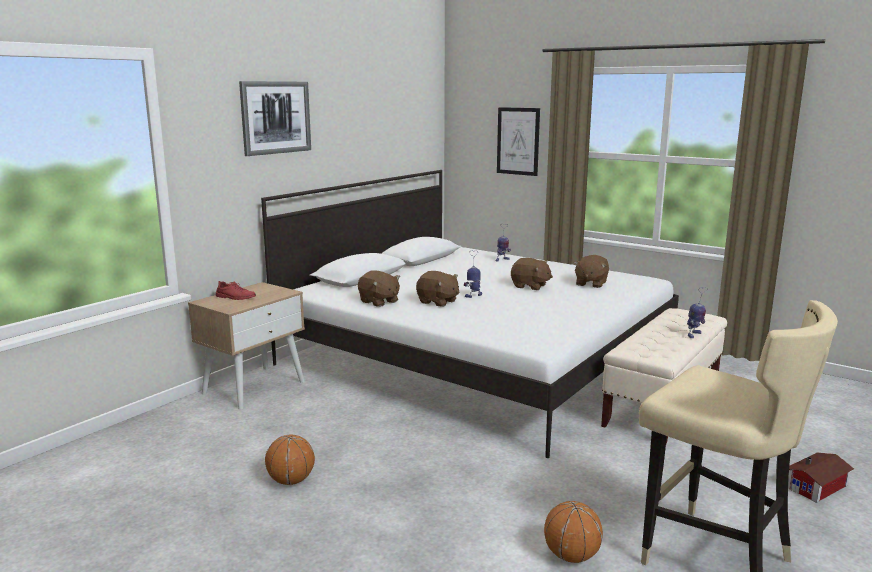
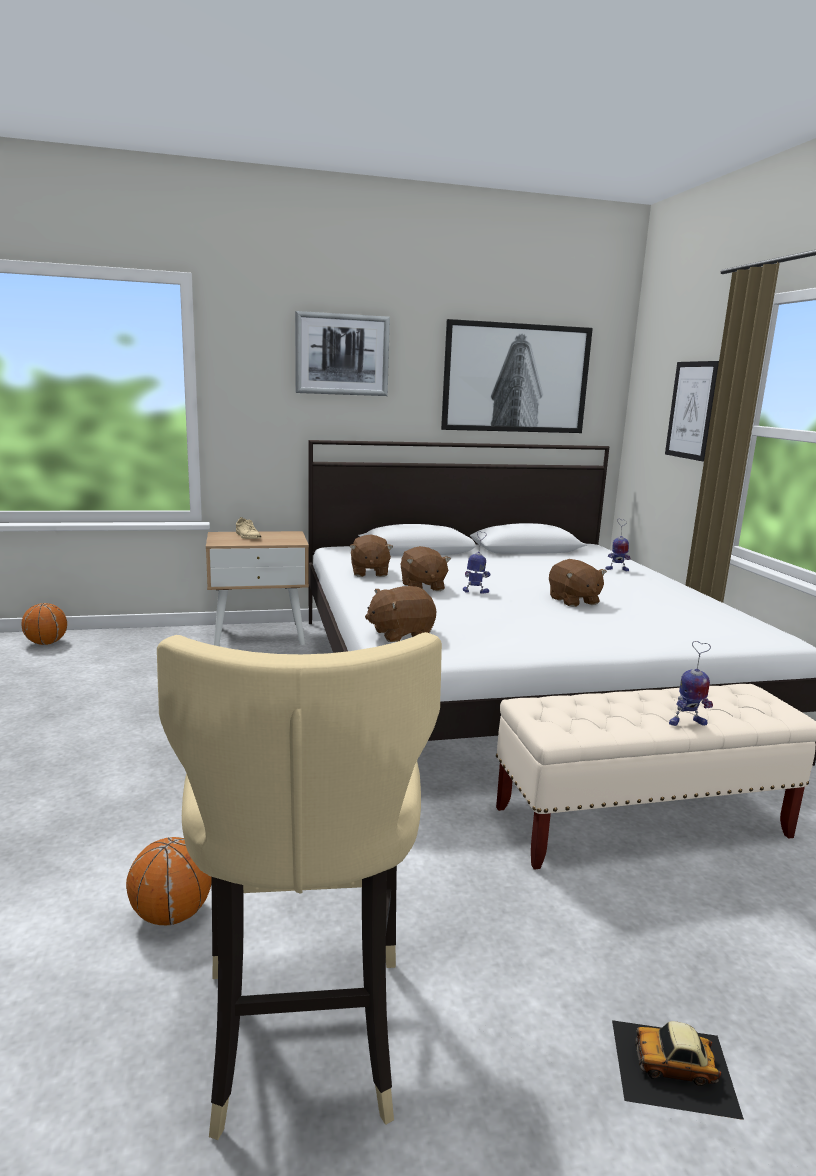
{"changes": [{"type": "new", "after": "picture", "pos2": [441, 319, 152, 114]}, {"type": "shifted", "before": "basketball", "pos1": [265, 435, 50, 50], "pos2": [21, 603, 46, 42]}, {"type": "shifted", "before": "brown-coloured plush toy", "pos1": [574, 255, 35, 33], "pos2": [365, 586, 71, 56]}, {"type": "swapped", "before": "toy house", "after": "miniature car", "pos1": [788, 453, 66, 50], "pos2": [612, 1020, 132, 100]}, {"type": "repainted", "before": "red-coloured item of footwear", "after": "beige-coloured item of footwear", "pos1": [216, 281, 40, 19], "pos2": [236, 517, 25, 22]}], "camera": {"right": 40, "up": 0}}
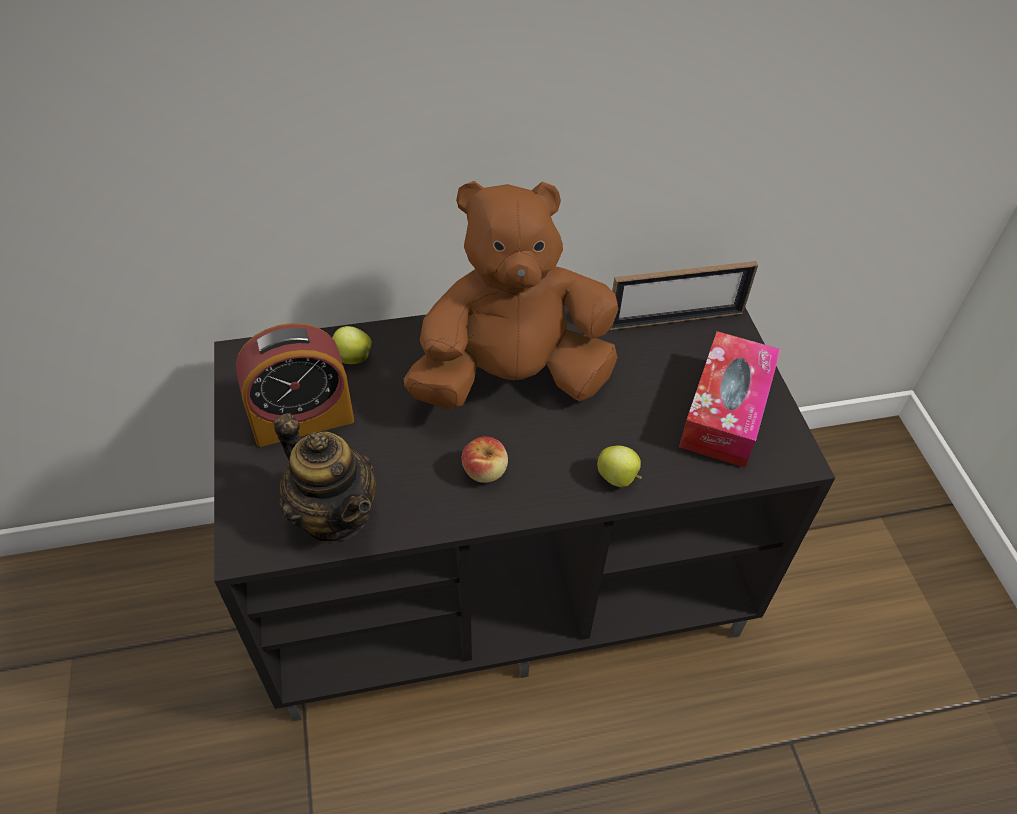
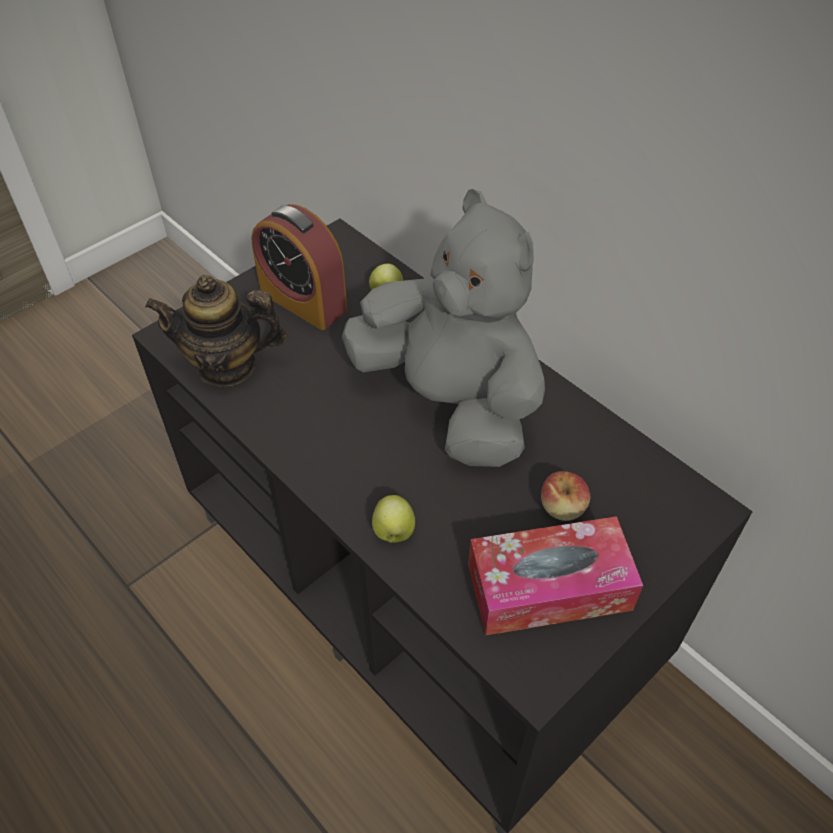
{"changes": [{"type": "gone", "before": "picture frame", "pos1": [609, 261, 149, 69]}, {"type": "shifted", "before": "apple", "pos1": [462, 437, 46, 46], "pos2": [541, 471, 49, 50]}, {"type": "repainted", "before": "brown-coloured plush toy", "after": "grey plush toy", "pos1": [404, 181, 214, 228], "pos2": [342, 189, 203, 278]}, {"type": "rotated", "before": "tea pot", "pos1": [274, 413, 101, 129], "pos2": [145, 275, 142, 111], "turn": 75}], "camera": {"right": 60, "up": 0}}
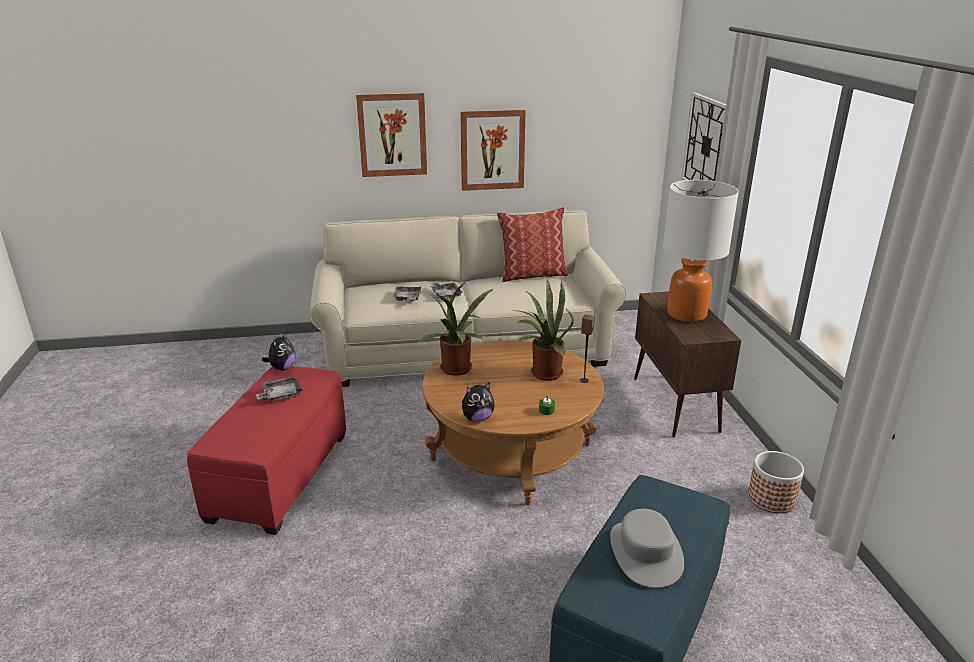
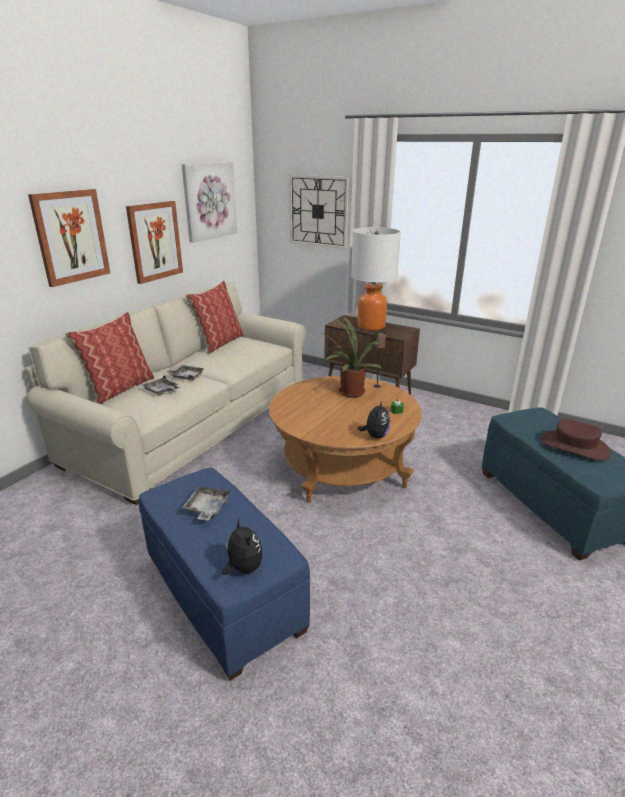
{"changes": [{"type": "gone", "before": "houseplant", "pos1": [419, 282, 74, 94]}, {"type": "gone", "before": "plant pot", "pos1": [748, 451, 56, 62]}, {"type": "new", "after": "pillow", "pos2": [65, 312, 89, 93]}, {"type": "new", "after": "picture", "pos2": [182, 162, 55, 81]}, {"type": "shifted", "before": "plush toy", "pos1": [262, 331, 33, 39], "pos2": [222, 519, 41, 56]}, {"type": "repainted", "before": "red-coloured ottoman", "after": "blue-coloured ottoman", "pos1": [187, 366, 159, 169], "pos2": [139, 467, 171, 214]}, {"type": "repainted", "before": "grey clothing hat", "after": "brown-coloured clothing hat", "pos1": [610, 509, 74, 79], "pos2": [541, 419, 70, 42]}], "camera": {"right": -50, "up": 0}}
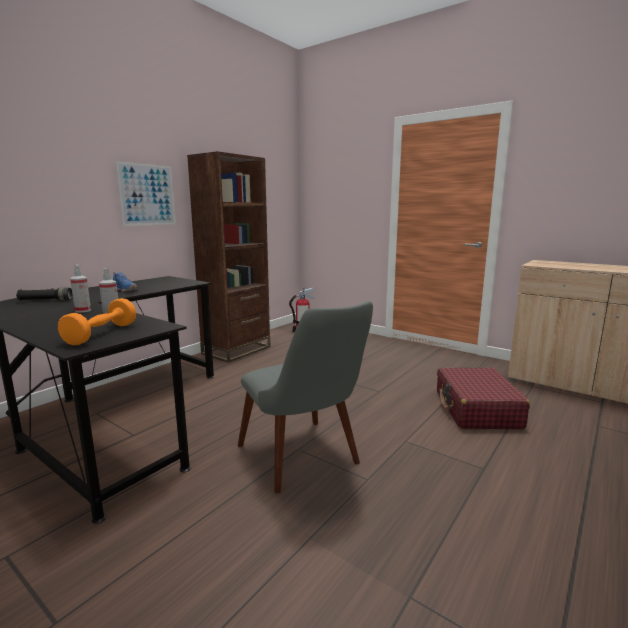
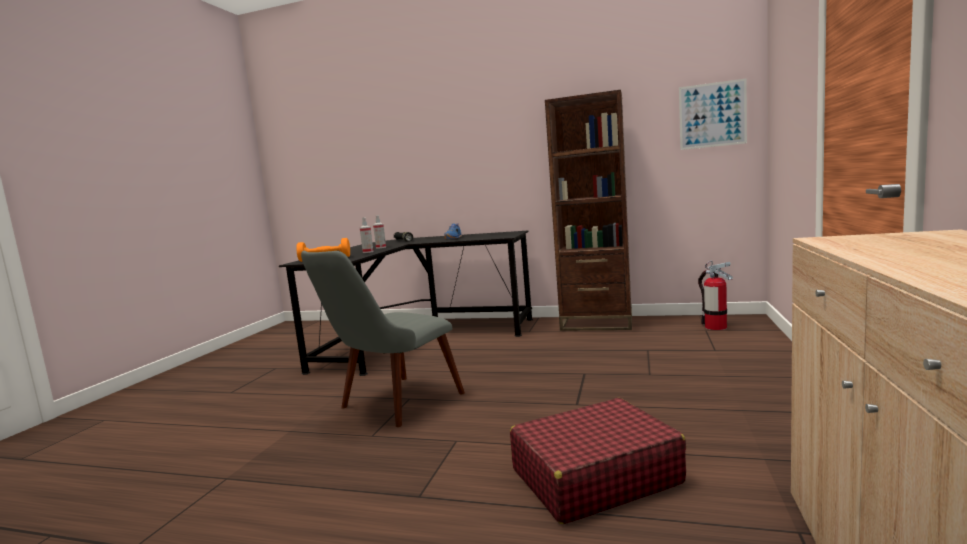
{"changes": [{"type": "shifted", "before": "picture", "pos1": [116, 161, 60, 65], "pos2": [679, 78, 68, 72]}], "camera": {"right": 70, "up": -5}}
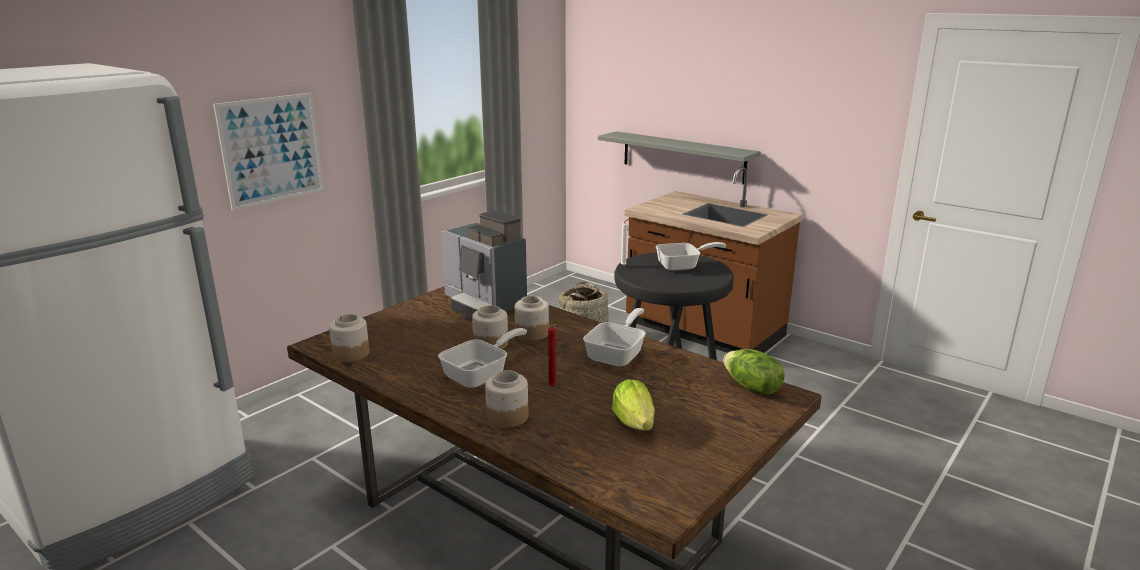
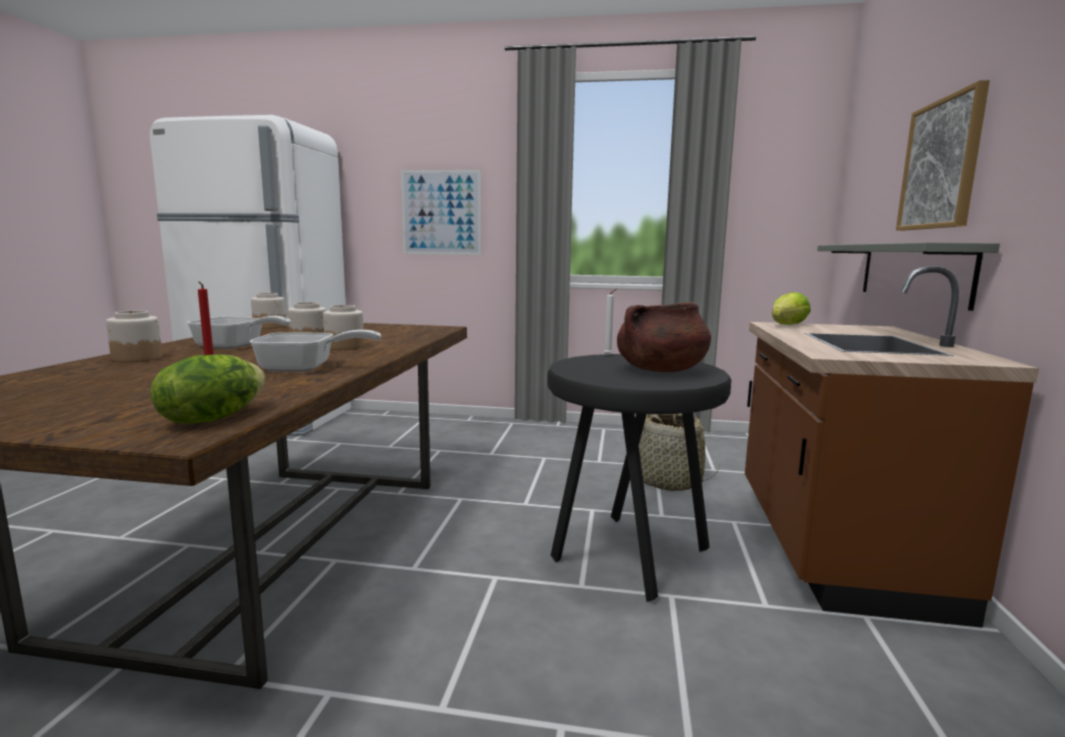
{"changes": [{"type": "gone", "before": "coffee machine", "pos1": [441, 210, 86, 109]}, {"type": "new", "after": "picture", "pos2": [896, 80, 94, 151]}, {"type": "shifted", "before": "lettuce", "pos1": [612, 380, 43, 51], "pos2": [772, 292, 39, 33]}, {"type": "swapped", "before": "frying pan", "after": "brown-coloured stockpot", "pos1": [656, 242, 70, 29], "pos2": [617, 302, 94, 70]}], "camera": {"right": 60, "up": -10}}
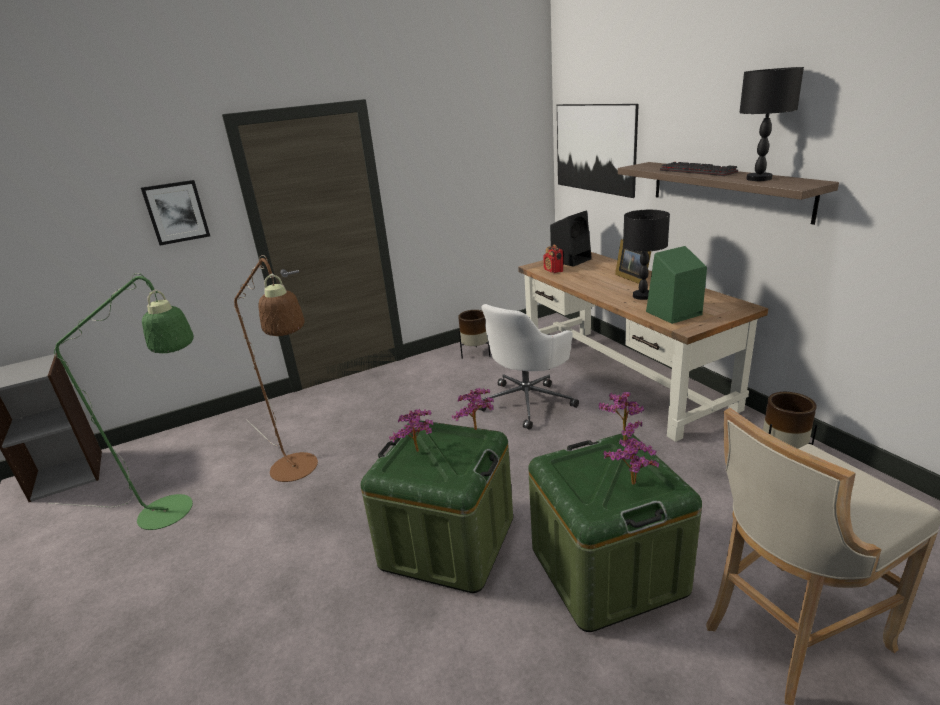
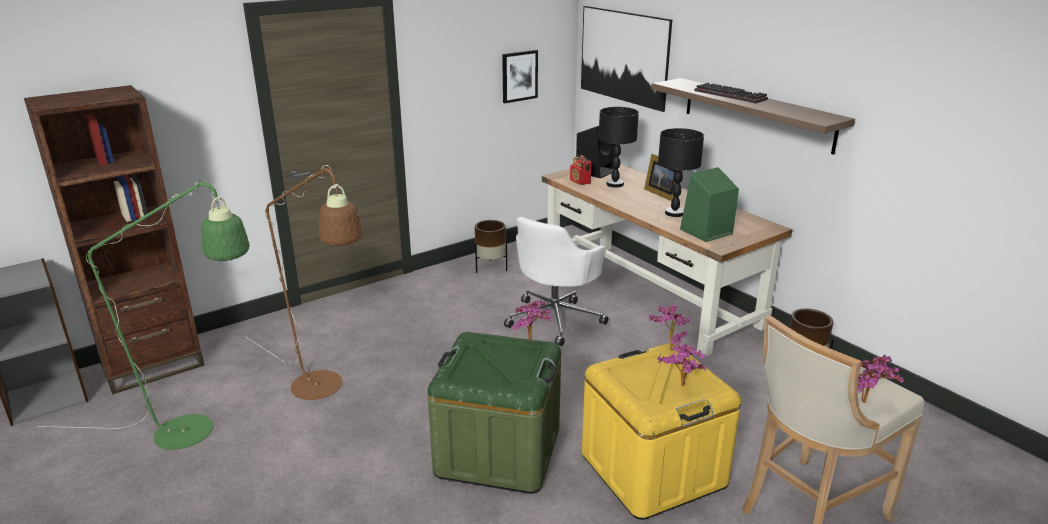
{"changes": [{"type": "new", "after": "brown-coloured bookshelf", "pos2": [24, 85, 180, 309]}, {"type": "shifted", "before": "picture", "pos1": [141, 180, 69, 65], "pos2": [502, 50, 36, 53]}, {"type": "shifted", "before": "houseplant", "pos1": [389, 409, 44, 43], "pos2": [858, 355, 46, 48]}, {"type": "shifted", "before": "black-coloured tabletop lamp", "pos1": [739, 67, 65, 114], "pos2": [599, 107, 40, 81]}, {"type": "repainted", "before": "greenish storage box", "after": "yellow-coloured storage box", "pos1": [528, 433, 174, 199], "pos2": [582, 343, 159, 177]}], "camera": {"right": -10, "up": 0}}
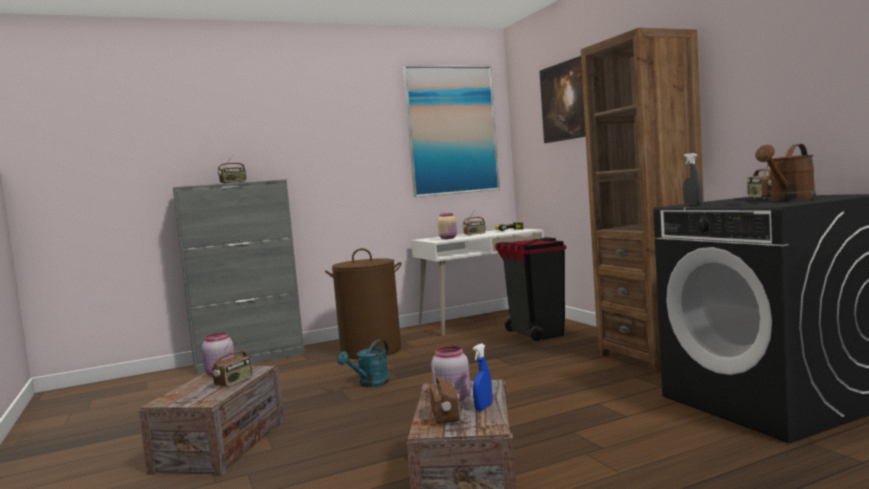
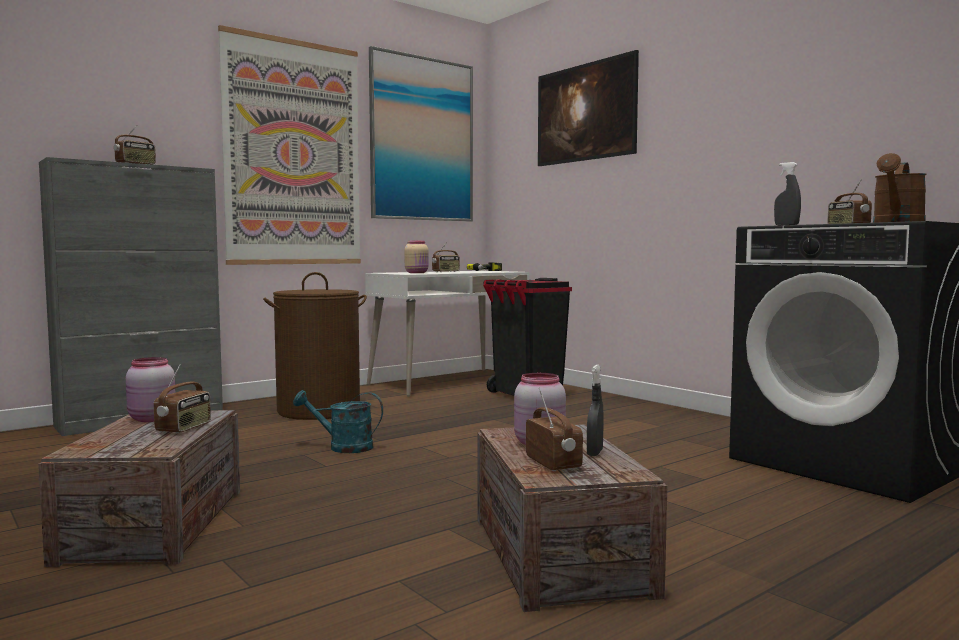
{"changes": [{"type": "gone", "before": "brown-coloured bookshelf", "pos1": [581, 28, 123, 346]}, {"type": "new", "after": "picture", "pos2": [218, 25, 143, 240]}, {"type": "repainted", "before": "blue-coloured hand sprayer", "after": "grey hand sprayer", "pos1": [473, 343, 19, 68], "pos2": [587, 365, 17, 91]}, {"type": "rotated", "before": "blue-green watering can", "pos1": [337, 339, 53, 48], "pos2": [293, 390, 90, 63], "turn": 75}], "camera": {"right": -15, "up": 0}}
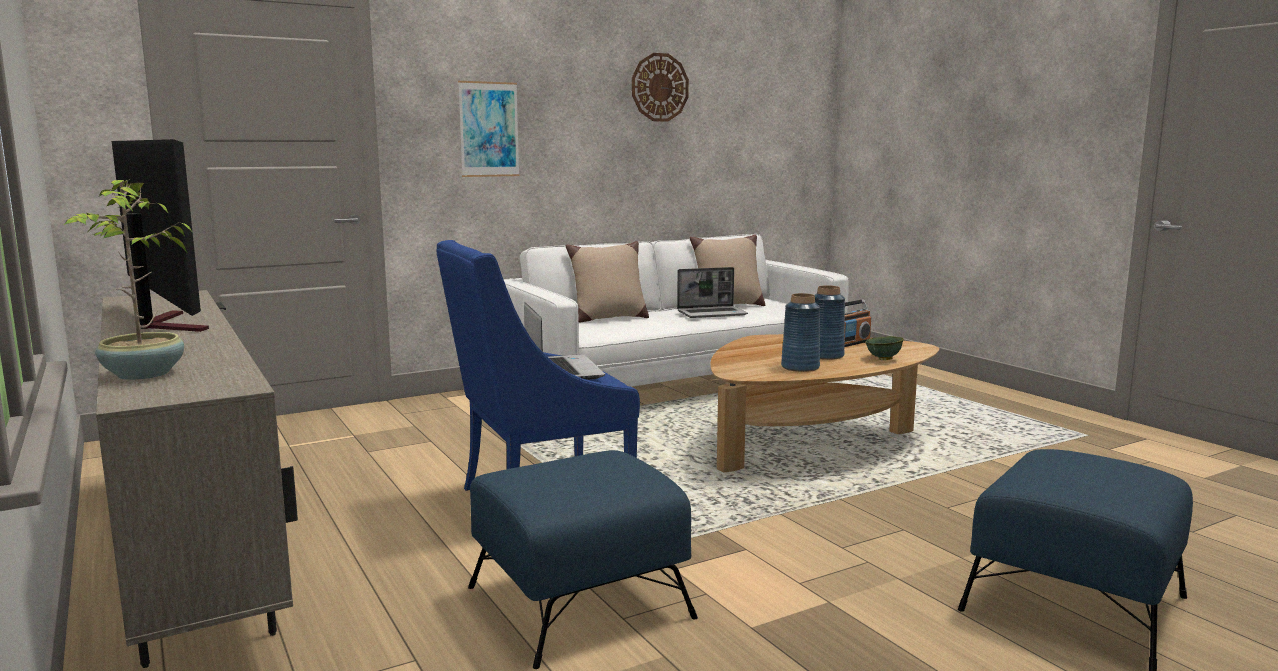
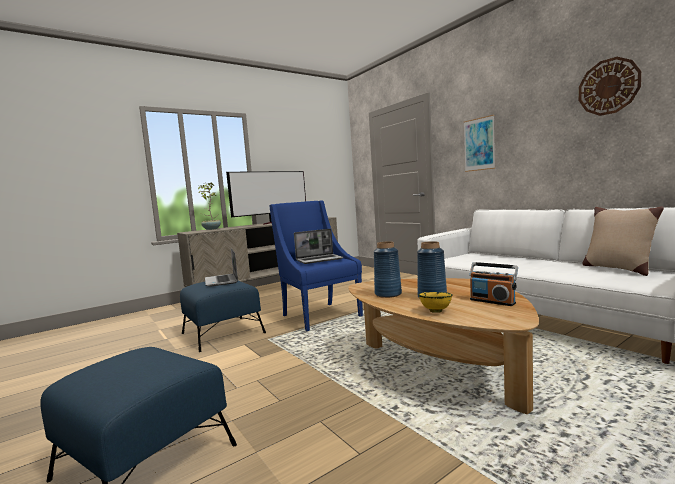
{"changes": [{"type": "gone", "before": "beige-coloured pillow", "pos1": [566, 241, 83, 81]}, {"type": "shifted", "before": "portable computer", "pos1": [677, 267, 71, 51], "pos2": [205, 248, 33, 39]}, {"type": "repainted", "before": "greenish serving bowl", "after": "yellow-coloured serving bowl", "pos1": [865, 336, 39, 24], "pos2": [418, 292, 35, 21]}], "camera": {"right": 85, "up": -5}}
